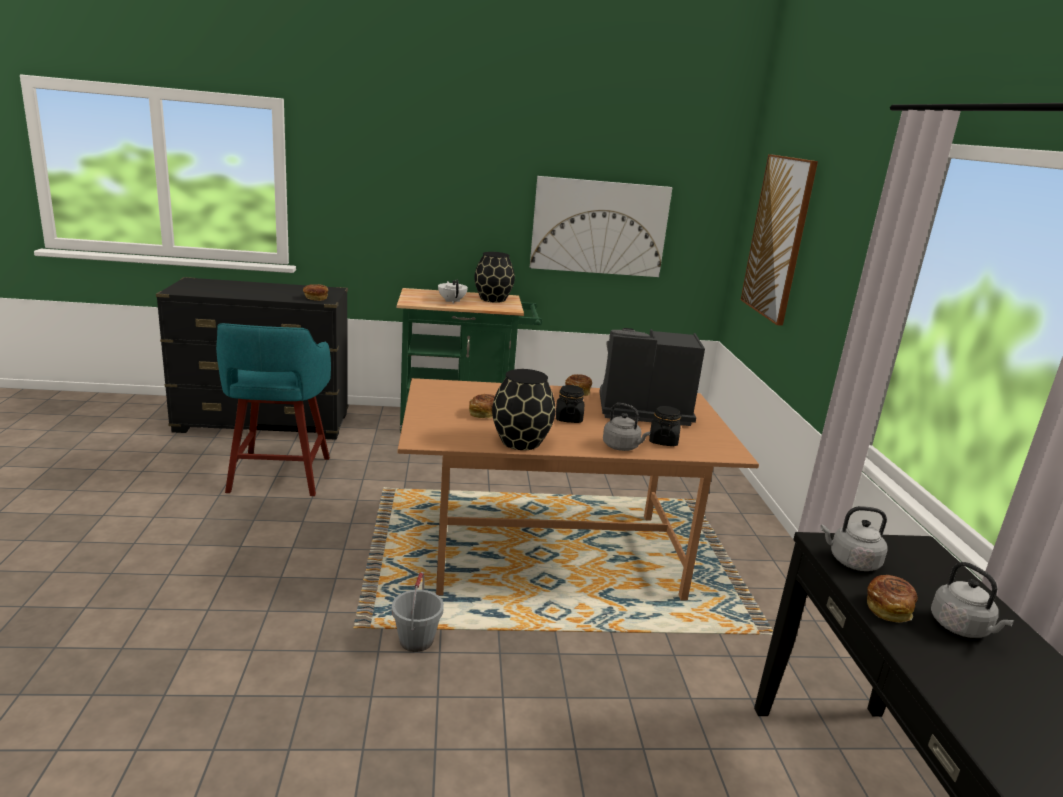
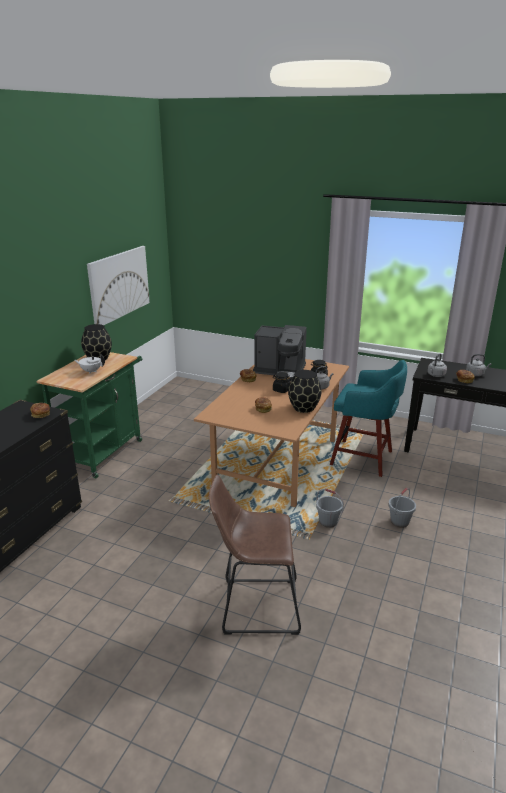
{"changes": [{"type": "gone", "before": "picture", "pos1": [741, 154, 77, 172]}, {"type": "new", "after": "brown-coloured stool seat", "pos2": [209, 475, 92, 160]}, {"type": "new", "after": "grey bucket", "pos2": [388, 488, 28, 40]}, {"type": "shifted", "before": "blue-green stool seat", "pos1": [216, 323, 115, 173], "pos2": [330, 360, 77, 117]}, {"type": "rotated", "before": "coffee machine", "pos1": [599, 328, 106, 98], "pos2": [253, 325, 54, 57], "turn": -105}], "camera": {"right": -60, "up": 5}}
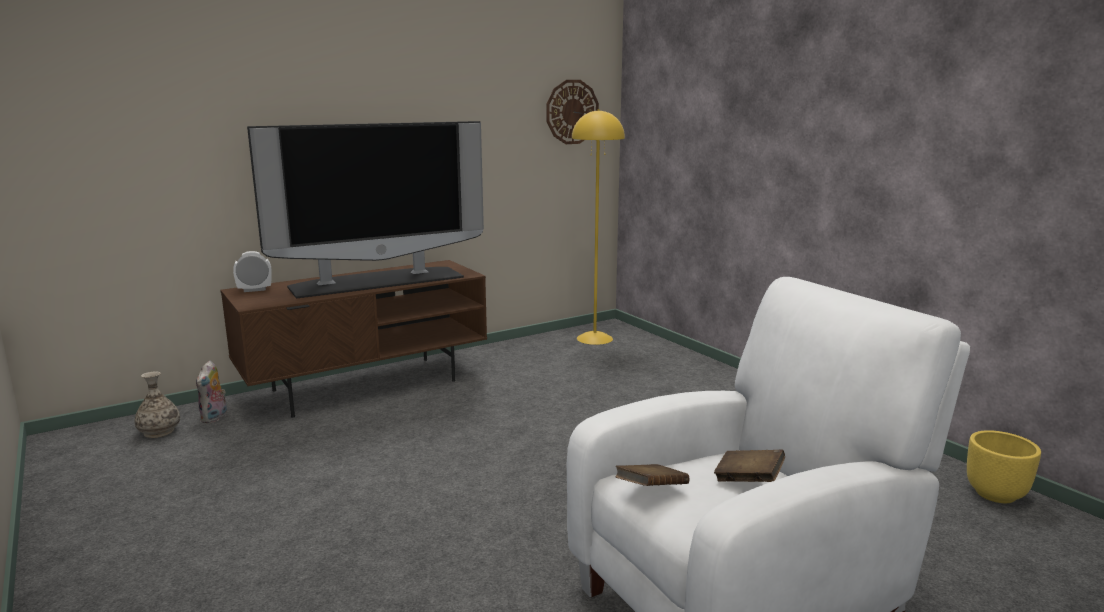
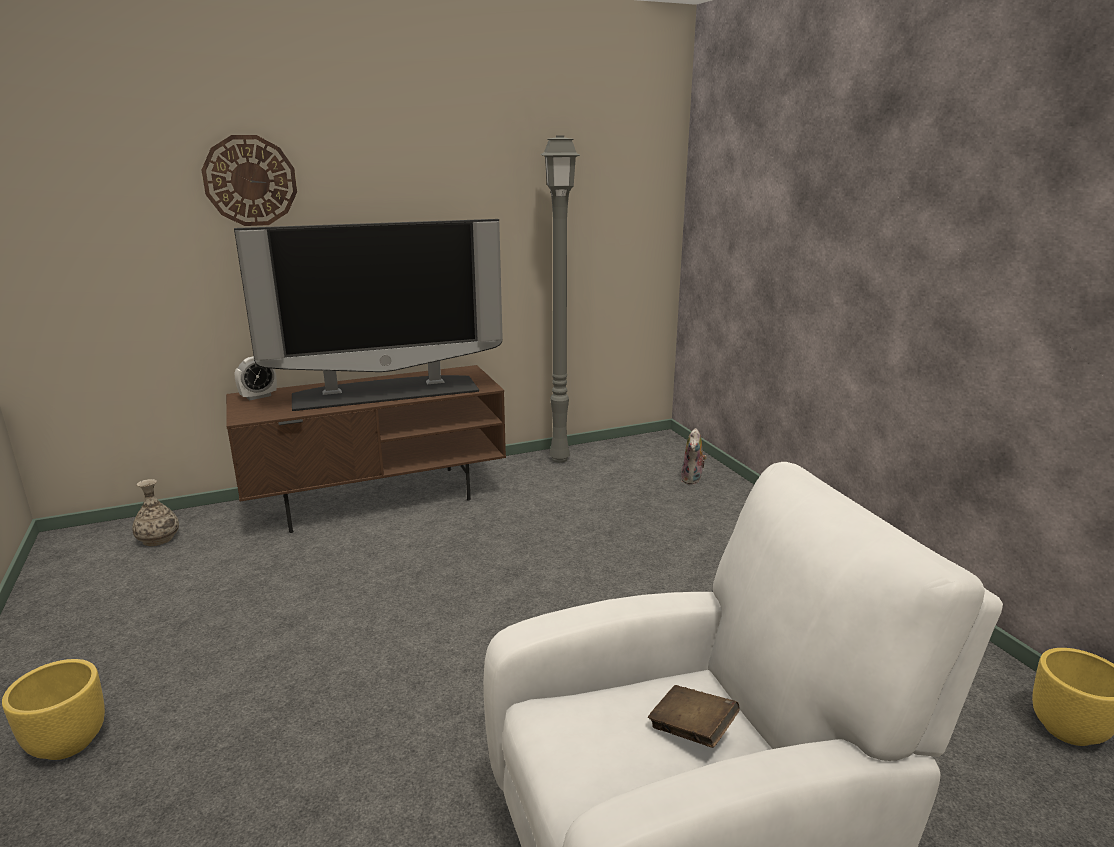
{"changes": [{"type": "gone", "before": "yellow-coloured floor lamp", "pos1": [572, 109, 53, 236]}, {"type": "gone", "before": "brown-coloured book", "pos1": [615, 464, 74, 22]}, {"type": "new", "after": "yellow-coloured plant pot", "pos2": [2, 659, 103, 101]}, {"type": "new", "after": "grey floor lamp", "pos2": [541, 136, 39, 327]}, {"type": "shifted", "before": "plush toy", "pos1": [196, 360, 31, 63], "pos2": [681, 428, 26, 57]}, {"type": "shifted", "before": "wall clock", "pos1": [546, 80, 53, 64], "pos2": [202, 135, 95, 91]}, {"type": "rotated", "before": "alarm clock", "pos1": [233, 251, 39, 41], "pos2": [235, 356, 42, 44], "turn": 150}], "camera": {"right": 10, "up": 5}}
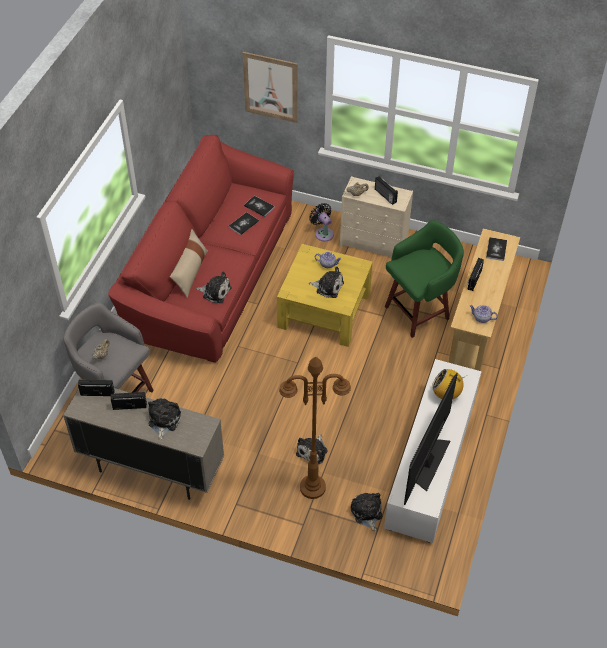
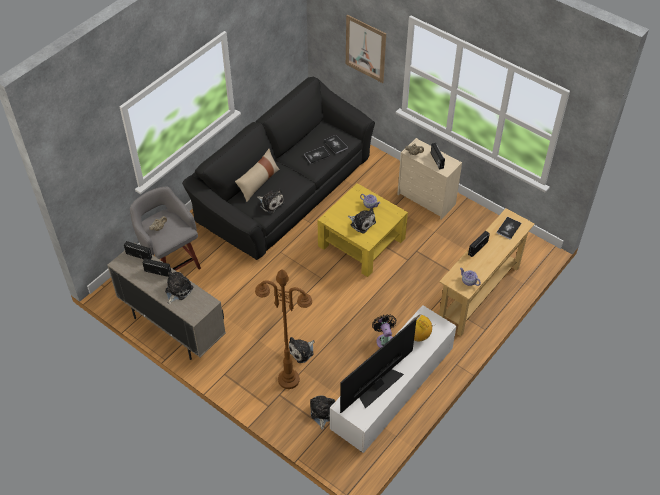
{"changes": [{"type": "gone", "before": "greenish stool seat", "pos1": [385, 220, 79, 118]}, {"type": "shifted", "before": "black-coloured electric fan", "pos1": [309, 203, 25, 39], "pos2": [372, 314, 25, 34]}, {"type": "repainted", "before": "red-coloured sofa", "after": "black-coloured sofa", "pos1": [108, 135, 186, 228], "pos2": [182, 77, 193, 183]}], "camera": {"right": 20, "up": 0}}
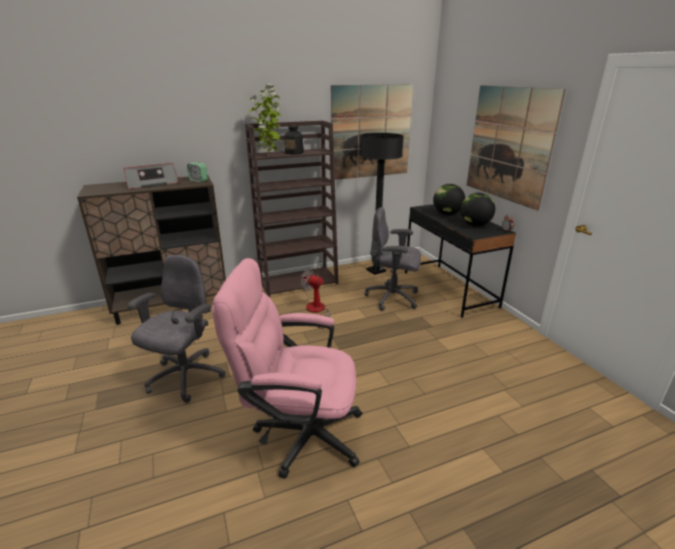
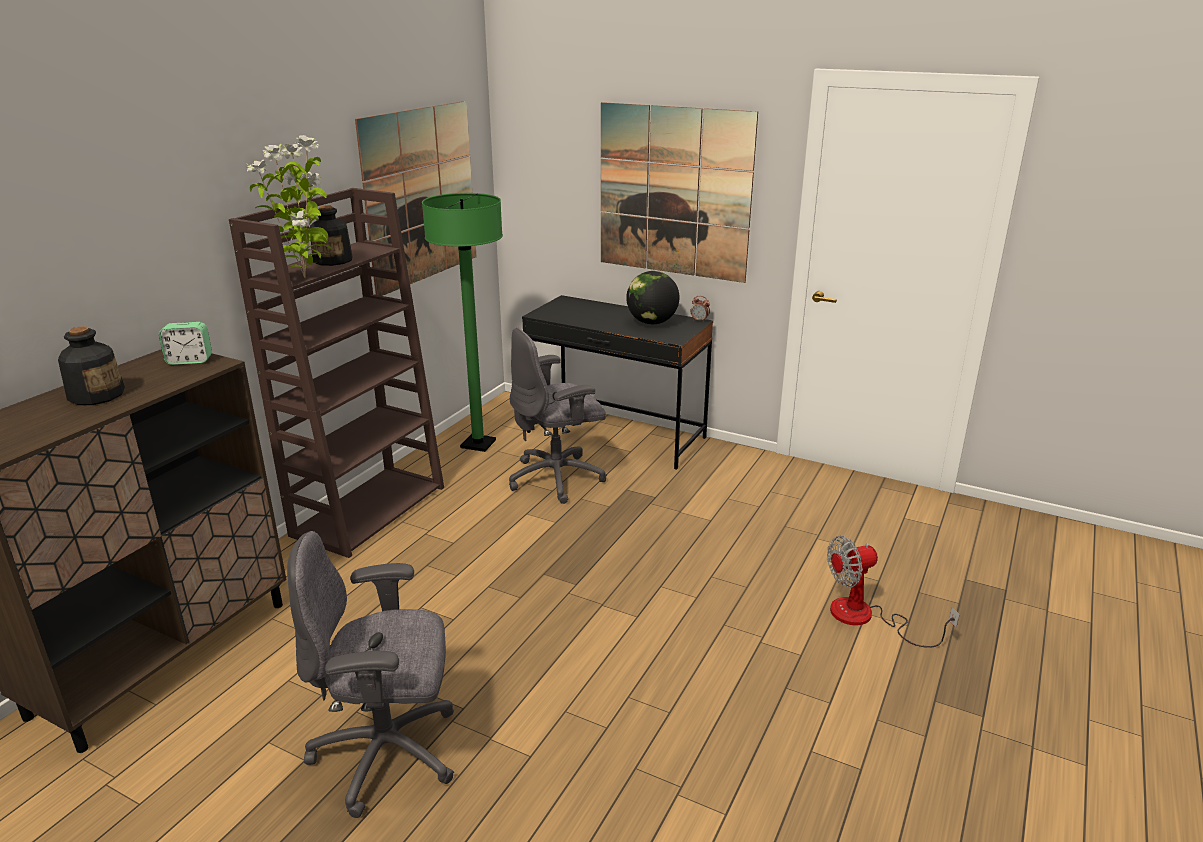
{"changes": [{"type": "gone", "before": "pinkish office chair", "pos1": [212, 258, 150, 221]}, {"type": "gone", "before": "desk globe", "pos1": [433, 184, 32, 31]}, {"type": "shifted", "before": "electric fan", "pos1": [301, 268, 30, 61], "pos2": [827, 536, 133, 112]}, {"type": "swapped", "before": "radio receiver", "after": "beverage bottle", "pos1": [124, 163, 55, 26], "pos2": [58, 326, 67, 79]}, {"type": "repainted", "before": "black-coloured floor lamp", "after": "greenish floor lamp", "pos1": [360, 133, 44, 142], "pos2": [422, 193, 81, 259]}, {"type": "rotated", "before": "grey office chair", "pos1": [127, 255, 98, 148], "pos2": [287, 531, 167, 287], "turn": -75}], "camera": {"right": -40, "up": 0}}
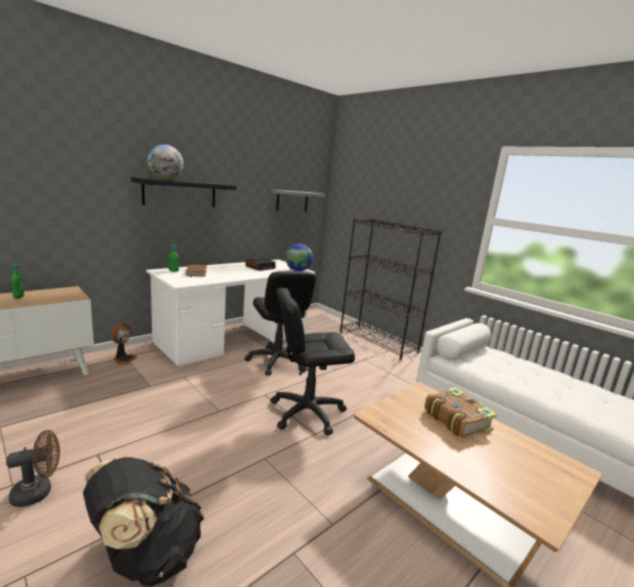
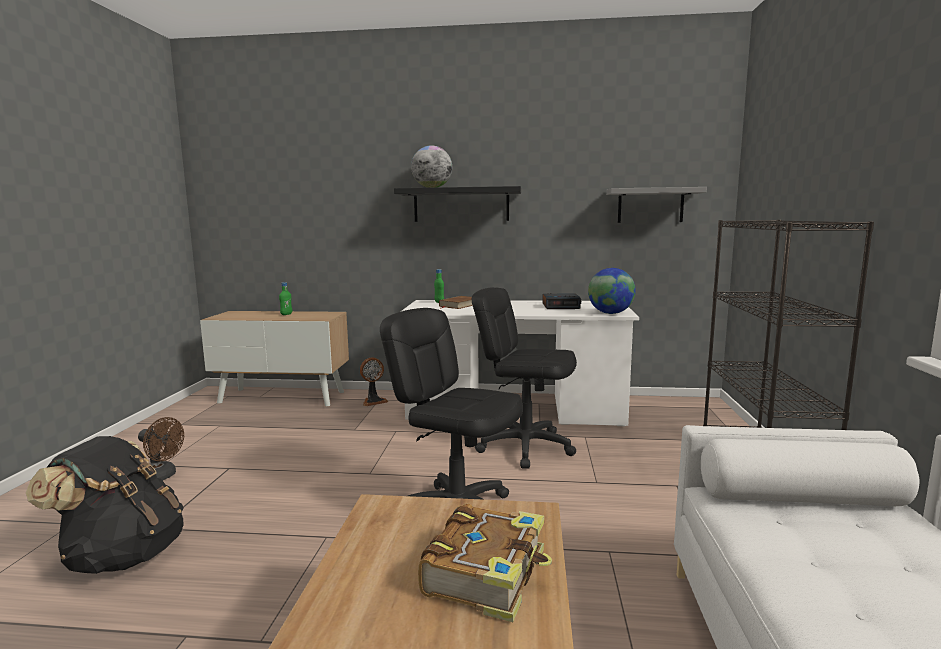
{"changes": [{"type": "rotated", "before": "black-coloured office chair", "pos1": [245, 271, 71, 105], "pos2": [472, 287, 105, 182], "turn": 90}], "camera": {"right": 50, "up": -5}}
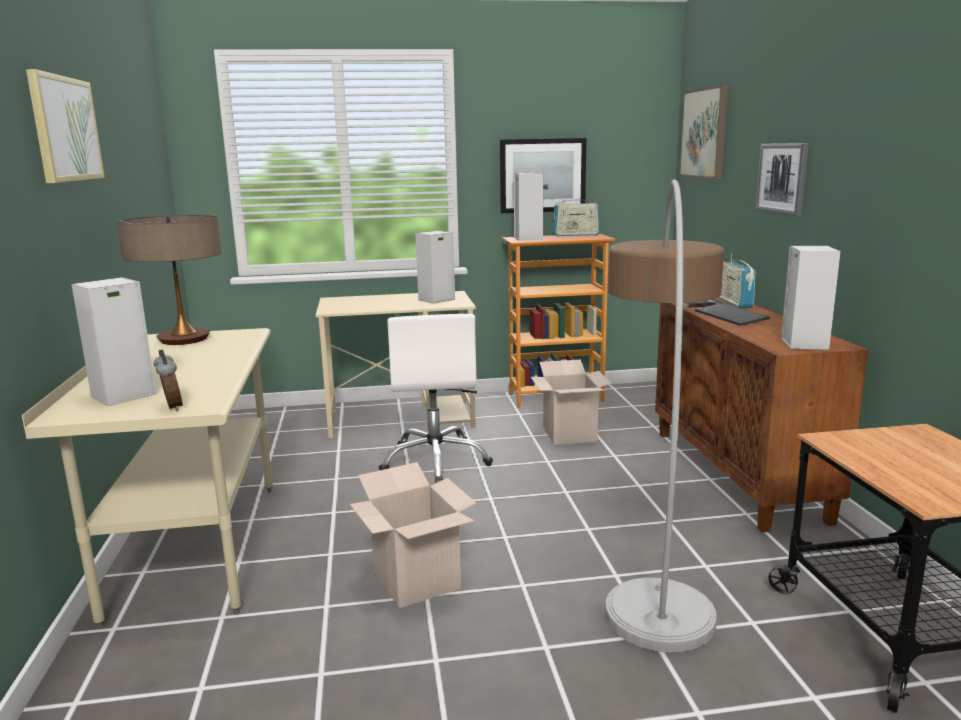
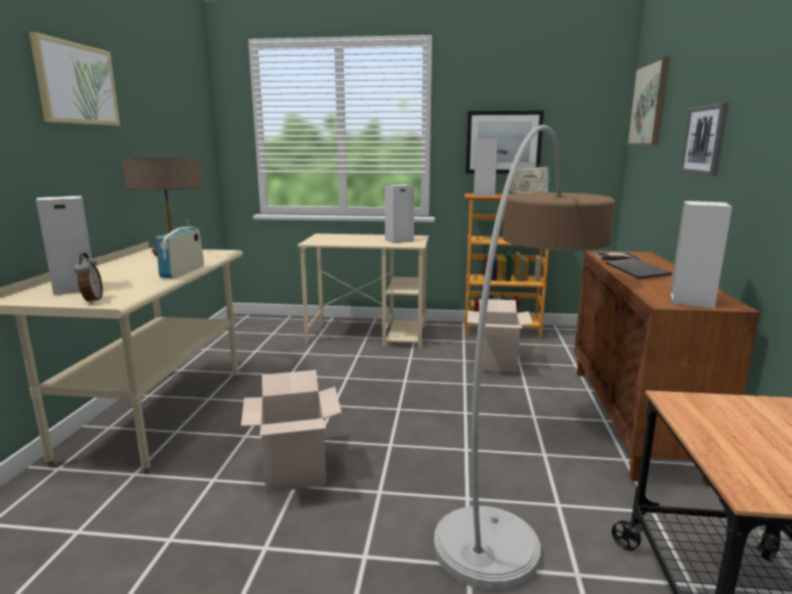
{"changes": [{"type": "gone", "before": "whitish office chair", "pos1": [379, 314, 114, 169]}, {"type": "shifted", "before": "radio receiver", "pos1": [719, 254, 37, 54], "pos2": [156, 220, 48, 58]}], "camera": {"right": 15, "up": 0}}
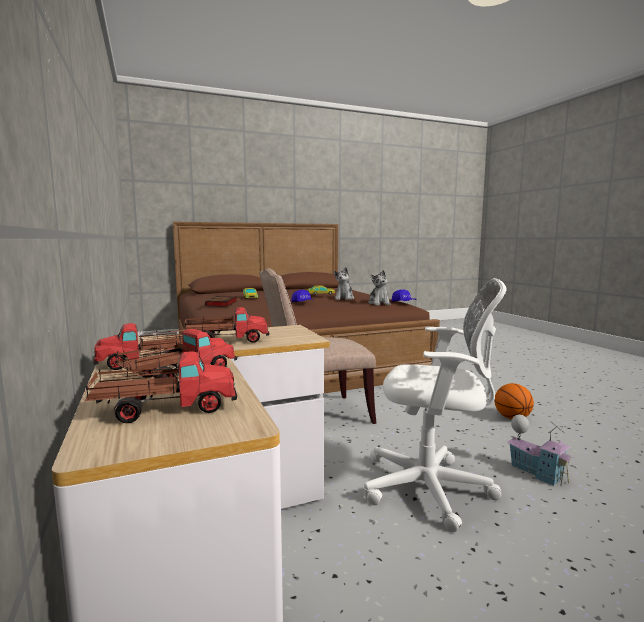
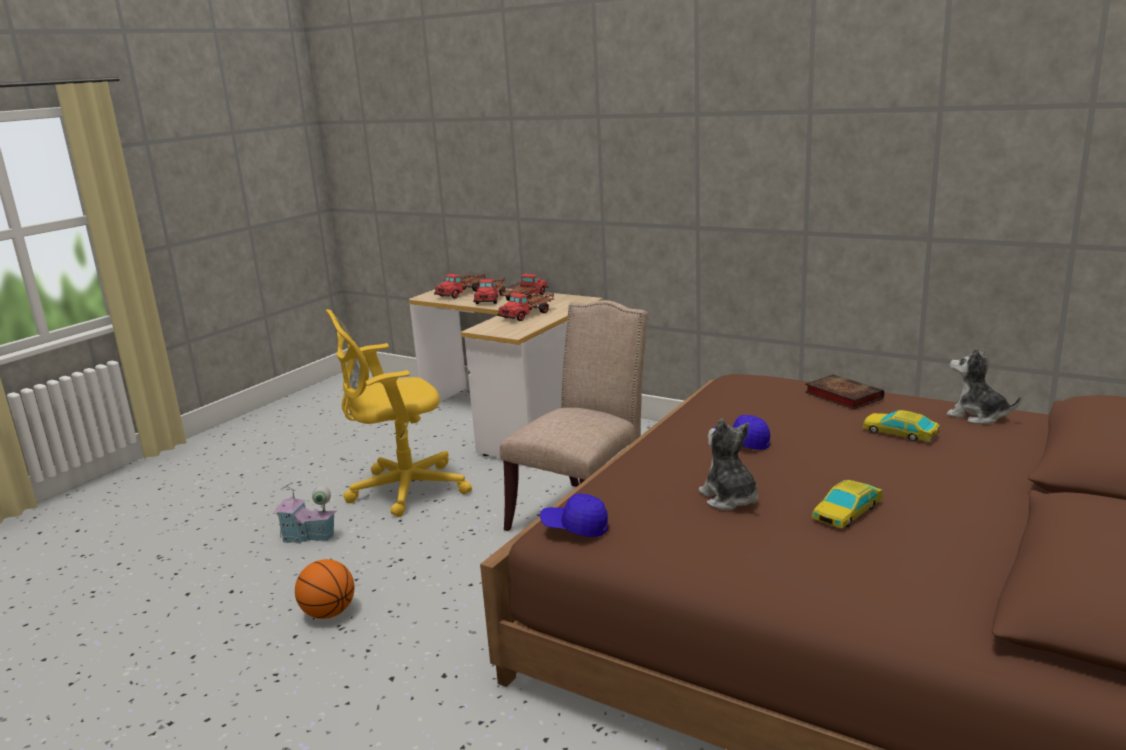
{"changes": [{"type": "shifted", "before": "plush toy", "pos1": [368, 270, 23, 35], "pos2": [946, 348, 75, 76]}, {"type": "repainted", "before": "whitish office chair", "after": "yellow-coloured office chair", "pos1": [364, 278, 143, 254], "pos2": [326, 309, 146, 208]}], "camera": {"right": 145, "up": 10}}
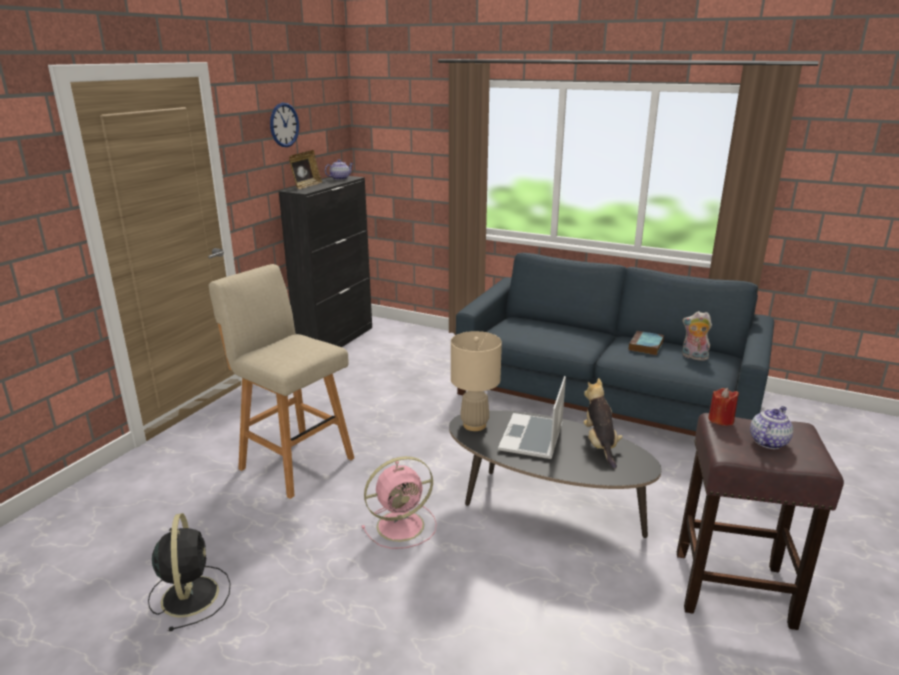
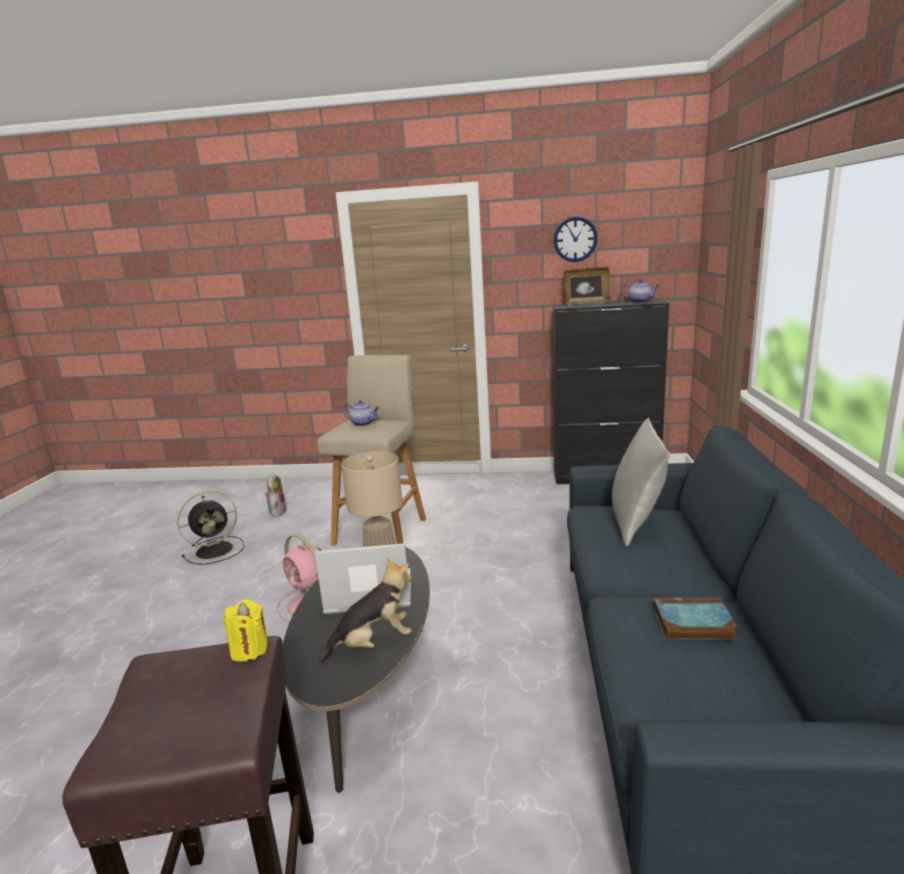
{"changes": [{"type": "new", "after": "grey pillow", "pos2": [612, 418, 58, 129]}, {"type": "shifted", "before": "plush toy", "pos1": [683, 311, 29, 50], "pos2": [265, 472, 22, 45]}, {"type": "shifted", "before": "tea pot", "pos1": [750, 406, 43, 43], "pos2": [343, 400, 36, 26]}, {"type": "repainted", "before": "red-coloured candle", "after": "yellow-coloured candle", "pos1": [708, 388, 31, 38], "pos2": [223, 599, 46, 63]}], "camera": {"right": 70, "up": -5}}
